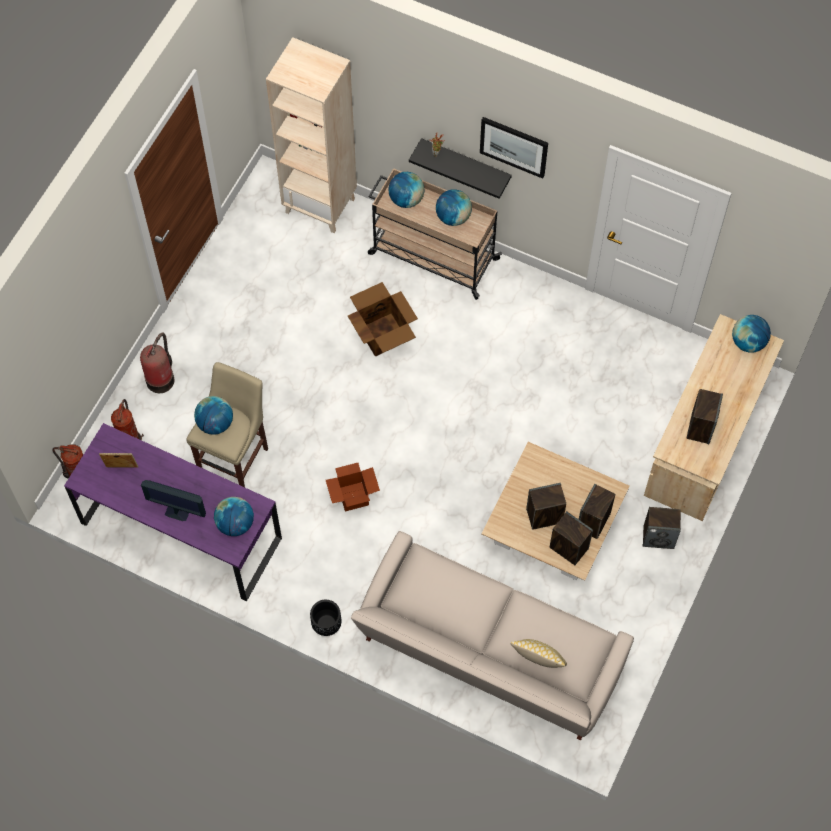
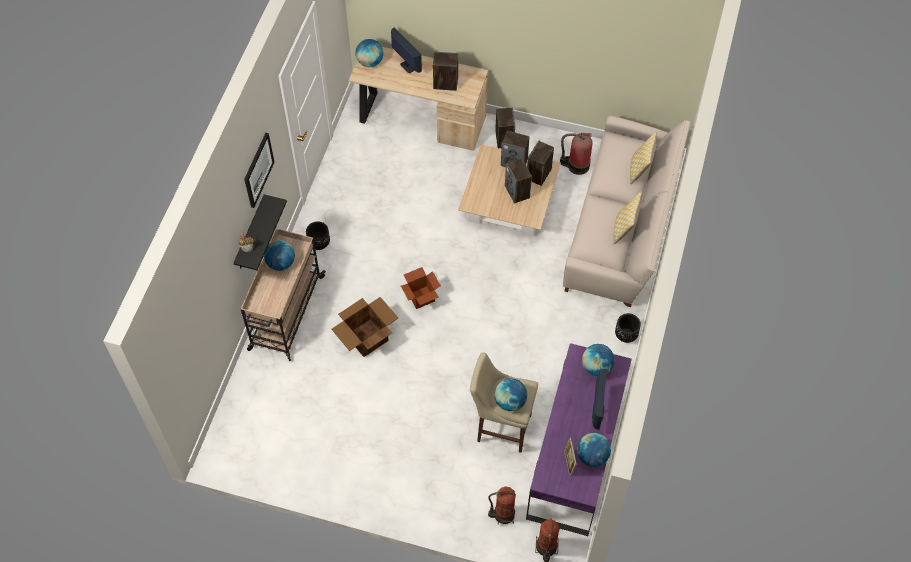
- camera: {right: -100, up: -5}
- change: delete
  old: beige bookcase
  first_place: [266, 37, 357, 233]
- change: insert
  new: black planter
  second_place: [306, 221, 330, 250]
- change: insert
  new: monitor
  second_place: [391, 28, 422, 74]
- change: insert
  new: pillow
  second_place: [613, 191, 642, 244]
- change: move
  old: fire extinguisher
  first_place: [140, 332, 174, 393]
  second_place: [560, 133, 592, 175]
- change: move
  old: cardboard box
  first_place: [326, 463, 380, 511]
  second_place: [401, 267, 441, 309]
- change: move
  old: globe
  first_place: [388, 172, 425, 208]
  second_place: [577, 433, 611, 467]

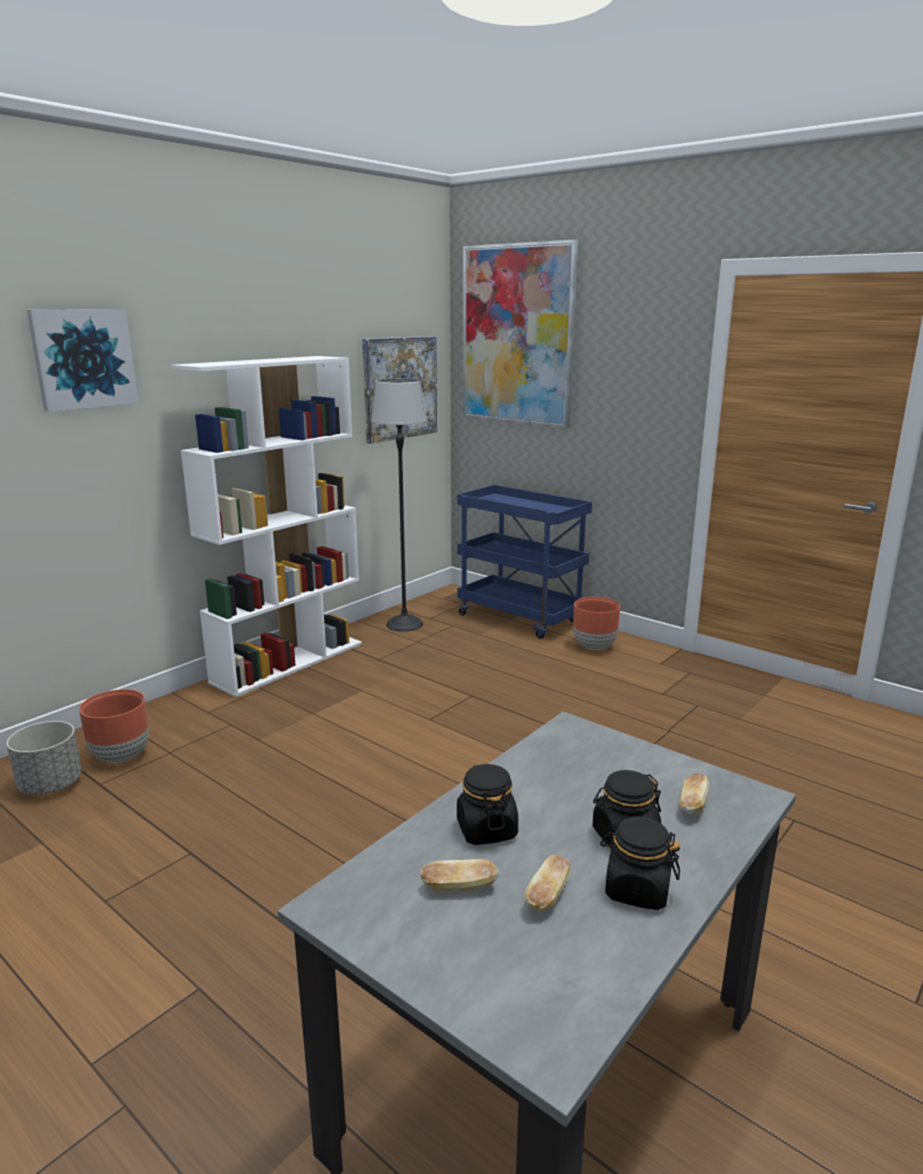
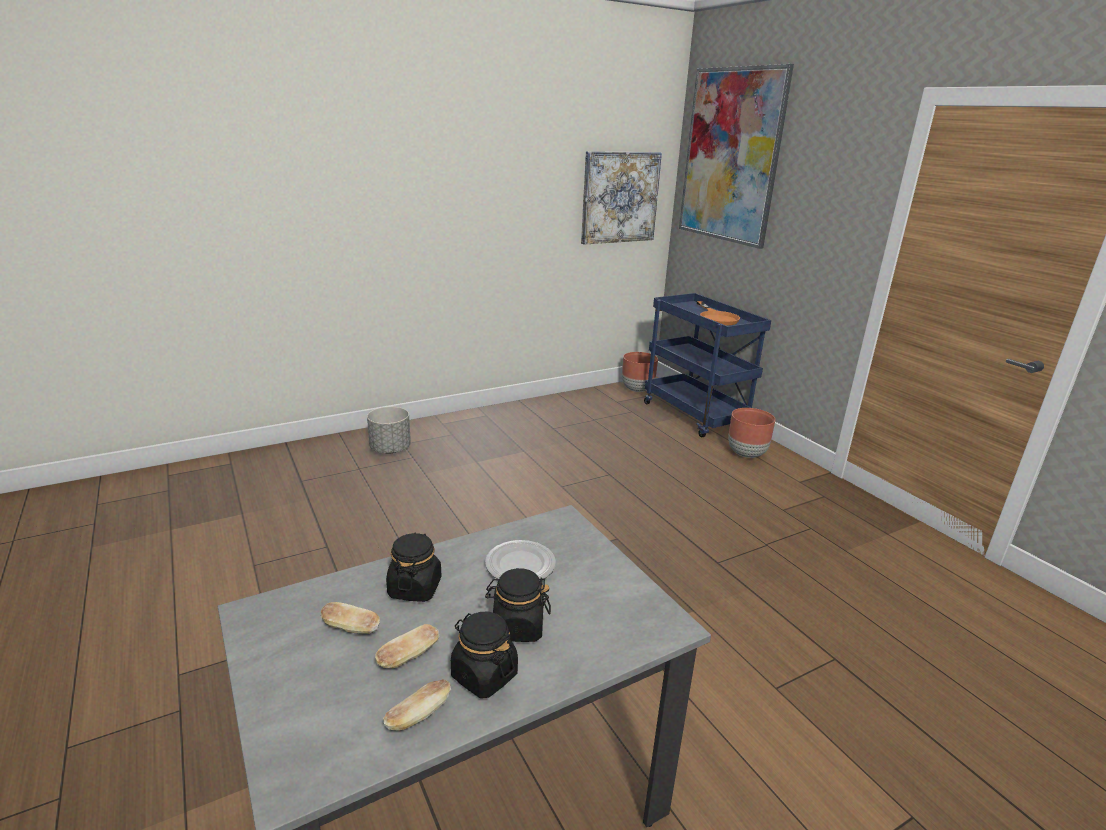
- camera: {right: 20, up: 5}
- change: delete
  old: picture
  first_place: [27, 309, 138, 412]
- change: delete
  old: white bookcase
  first_place: [171, 356, 362, 697]
- change: delete
  old: floor lamp
  first_place: [371, 379, 427, 632]
- change: insert
  new: plate
  second_place: [485, 540, 556, 579]
- change: insert
  new: orange frying pan
  second_place: [697, 301, 740, 326]
- change: move
  old: grey planter
  first_place: [6, 721, 82, 795]
  second_place: [367, 407, 411, 453]
- change: move
  old: brown planter
  first_place: [79, 689, 149, 763]
  second_place: [622, 352, 658, 392]
- change: move
  old: bread
  first_place: [679, 773, 709, 815]
  second_place: [383, 679, 451, 731]

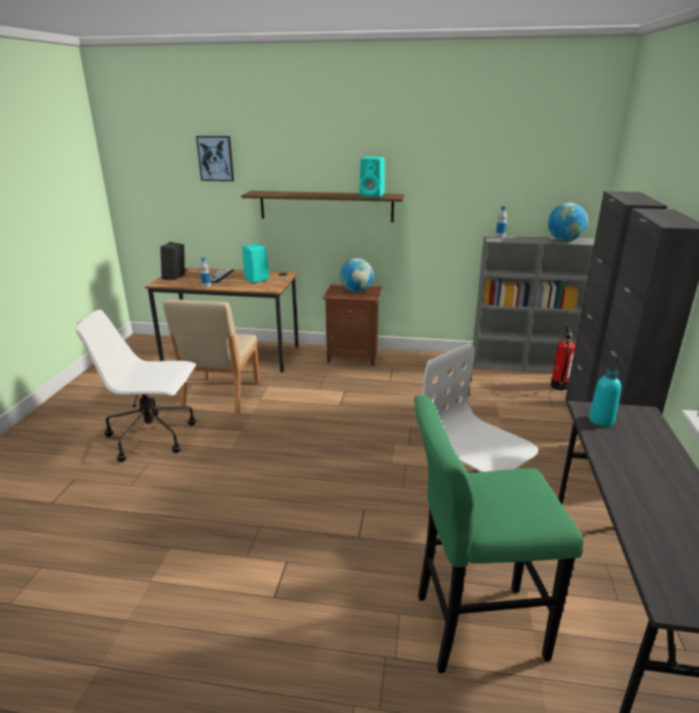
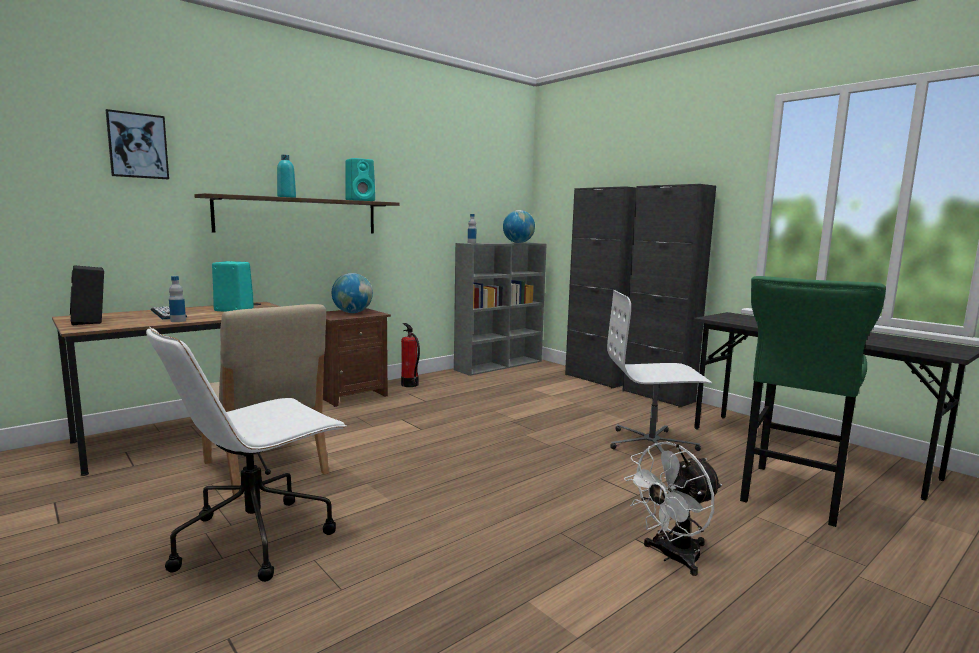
- camera: {right: -50, up: -15}
- change: insert
  new: white fan
  second_place: [624, 441, 722, 576]
- change: move
  old: fire extinguisher
  first_place: [551, 327, 575, 390]
  second_place: [401, 323, 420, 387]
- change: move
  old: turquoise bottle
  first_place: [589, 368, 621, 427]
  second_place: [277, 155, 296, 198]

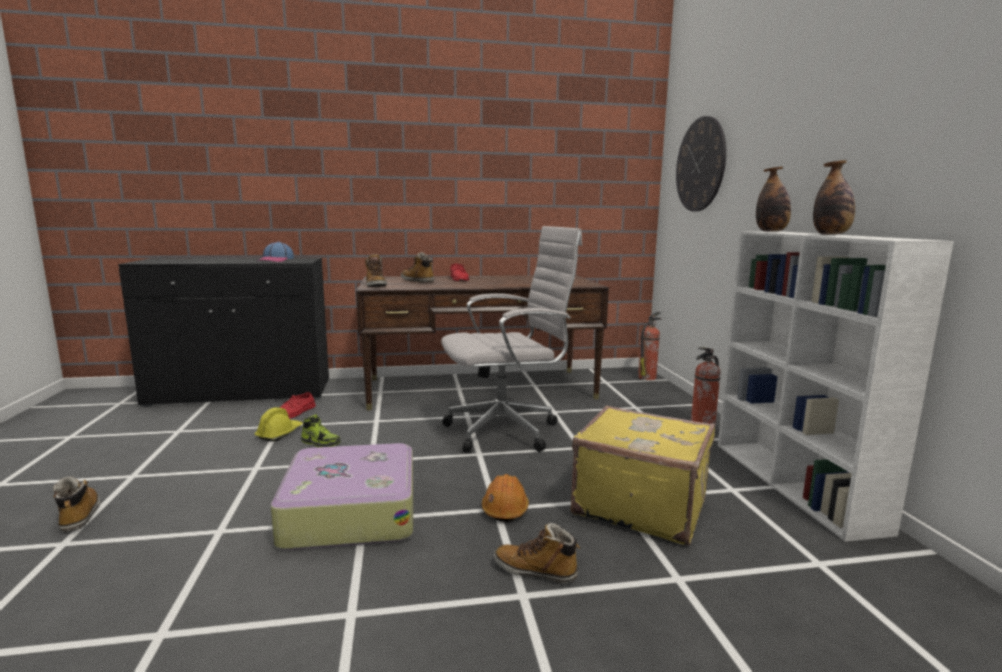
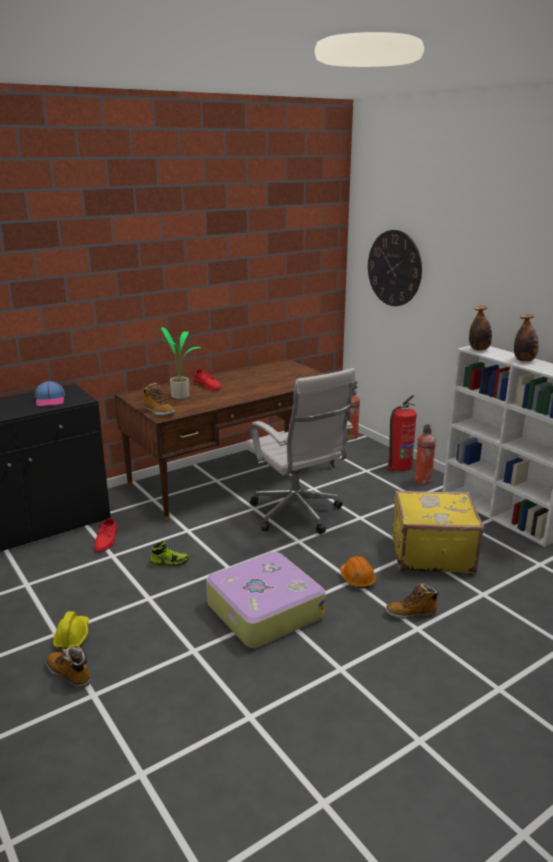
- camera: {right: -25, up: 10}
- change: insert
  new: fire extinguisher
  second_place: [387, 395, 417, 471]
- change: move
  old: yellow hard hat
  first_place: [254, 407, 303, 441]
  second_place: [53, 611, 89, 649]
- change: replace
  old: boot
  new: potted plant
  first_place: [401, 252, 434, 283]
  second_place: [156, 327, 201, 399]
- change: rotate
  old: white office chair
  first_place: [441, 226, 582, 453]
  second_place: [246, 368, 355, 534]
  degrees: 105

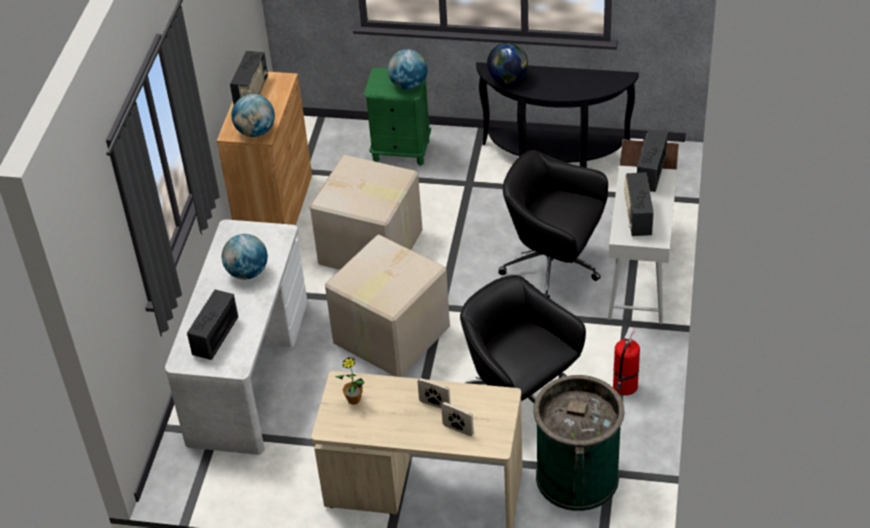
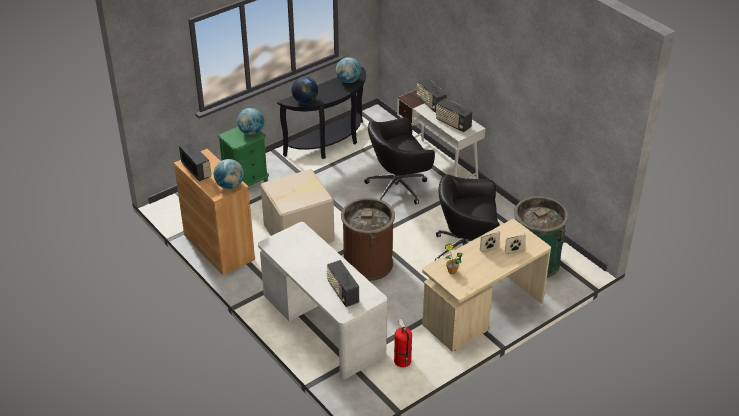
- camera: {right: -50, up: -5}
- change: move
  old: globe
  first_place: [222, 234, 268, 279]
  second_place: [336, 57, 361, 83]
- change: move
  old: fire extinguisher
  first_place: [613, 327, 640, 395]
  second_place: [394, 319, 412, 367]
- change: replace
  old: cardboard box
  new: brown trash can
  first_place: [325, 235, 450, 377]
  second_place: [341, 198, 395, 281]

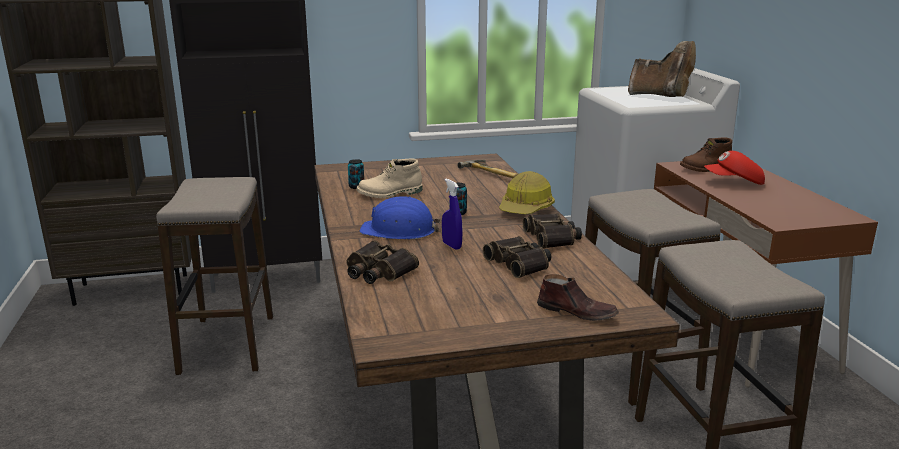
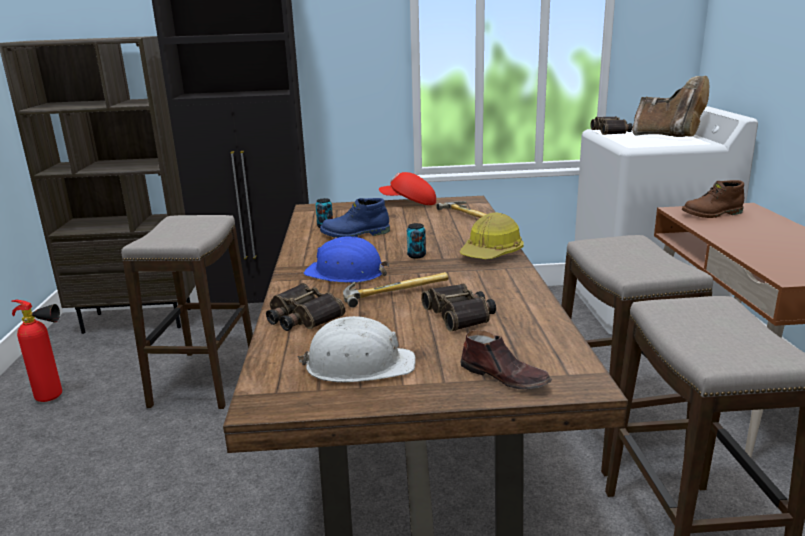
- camera: {right: 10, up: 0}
- change: insert
  new: fire extinguisher
  second_place: [11, 300, 62, 402]
- change: insert
  new: white hard hat
  second_place: [298, 316, 416, 383]
- change: move
  old: binoculars
  first_place: [523, 214, 582, 249]
  second_place: [591, 116, 632, 135]
- change: move
  old: red cap
  first_place: [704, 151, 765, 185]
  second_place: [379, 172, 436, 205]
- change: replace
  old: blue spray bottle
  new: hammer
  first_place: [442, 179, 462, 250]
  second_place: [343, 272, 449, 308]
- change: recolor
  old: beige boot
  new: blue boot
  first_place: [357, 159, 422, 198]
  second_place: [320, 198, 390, 238]

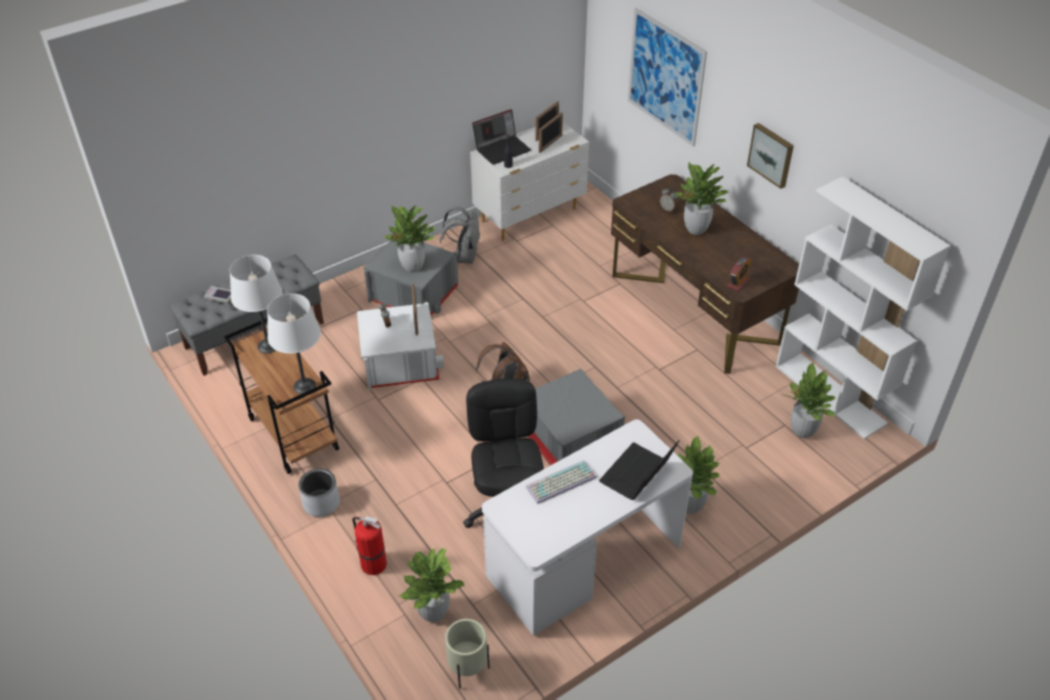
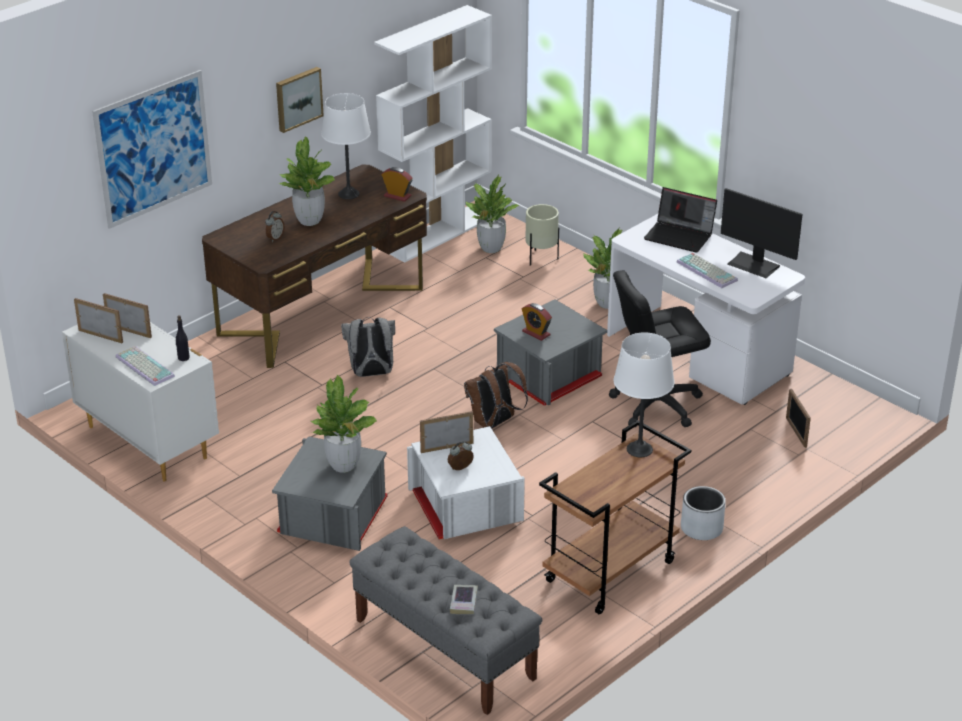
- camera: {right: -100, up: -10}
- change: delete
  old: fire extinguisher
  first_place: [352, 516, 387, 575]
- change: insert
  new: alarm clock
  second_place: [522, 303, 552, 341]
- change: insert
  new: monitor
  second_place: [721, 188, 803, 278]
- change: move
  old: white table lamp
  first_place: [230, 255, 282, 354]
  second_place: [321, 93, 371, 199]
- change: move
  old: grey backpack
  first_place: [440, 206, 480, 264]
  second_place: [341, 317, 395, 377]
- change: move
  old: beige planter
  first_place: [445, 619, 489, 689]
  second_place: [525, 204, 559, 266]
- change: replace
  old: potted plant
  new: picture frame
  first_place: [399, 548, 465, 622]
  second_place: [786, 389, 811, 448]
- change: replace
  old: laptop
  new: keyboard
  first_place: [472, 109, 531, 165]
  second_place: [116, 346, 175, 386]

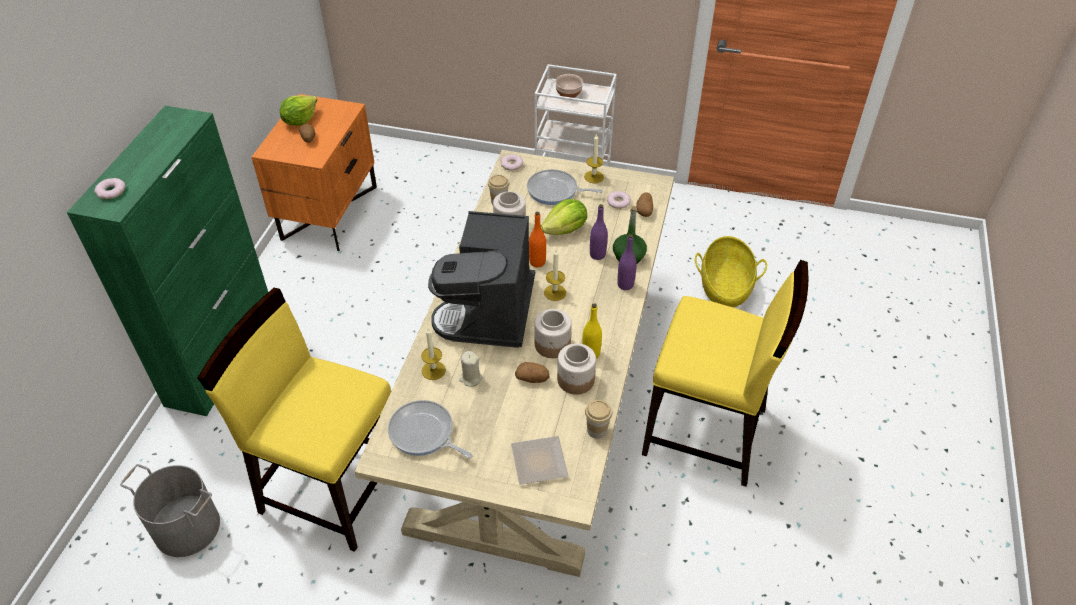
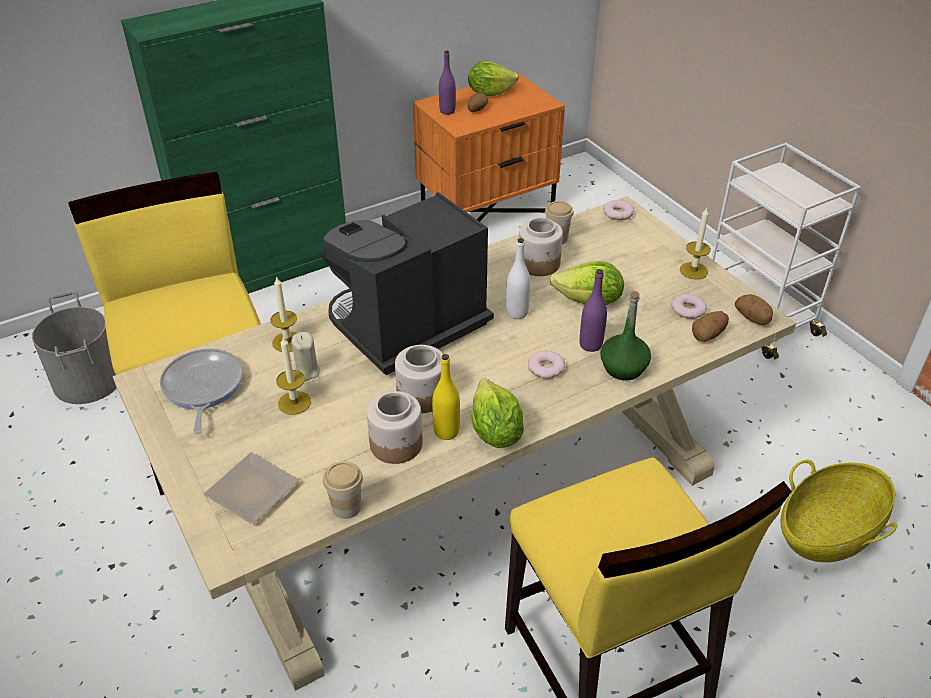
- camera: {right: 45, up: -5}
- change: delete
  old: frying pan
  first_place: [527, 169, 603, 205]
- change: delete
  old: bowl
  first_place: [555, 74, 583, 98]
- change: insert
  new: lettuce
  second_place: [471, 379, 524, 448]
- change: move
  old: donut
  first_place: [94, 178, 126, 199]
  second_place: [528, 350, 565, 378]
- change: move
  old: potato
  first_place: [515, 362, 549, 383]
  second_place: [735, 294, 773, 325]
- change: move
  old: candle
  first_place: [544, 250, 566, 301]
  second_place: [276, 337, 311, 415]
- change: move
  old: purple bottle
  first_place: [617, 234, 637, 290]
  second_place: [439, 50, 456, 115]
- change: recolor
  old: orange bottle
  new: white bottle
  first_place: [529, 212, 546, 267]
  second_place: [506, 238, 531, 319]

